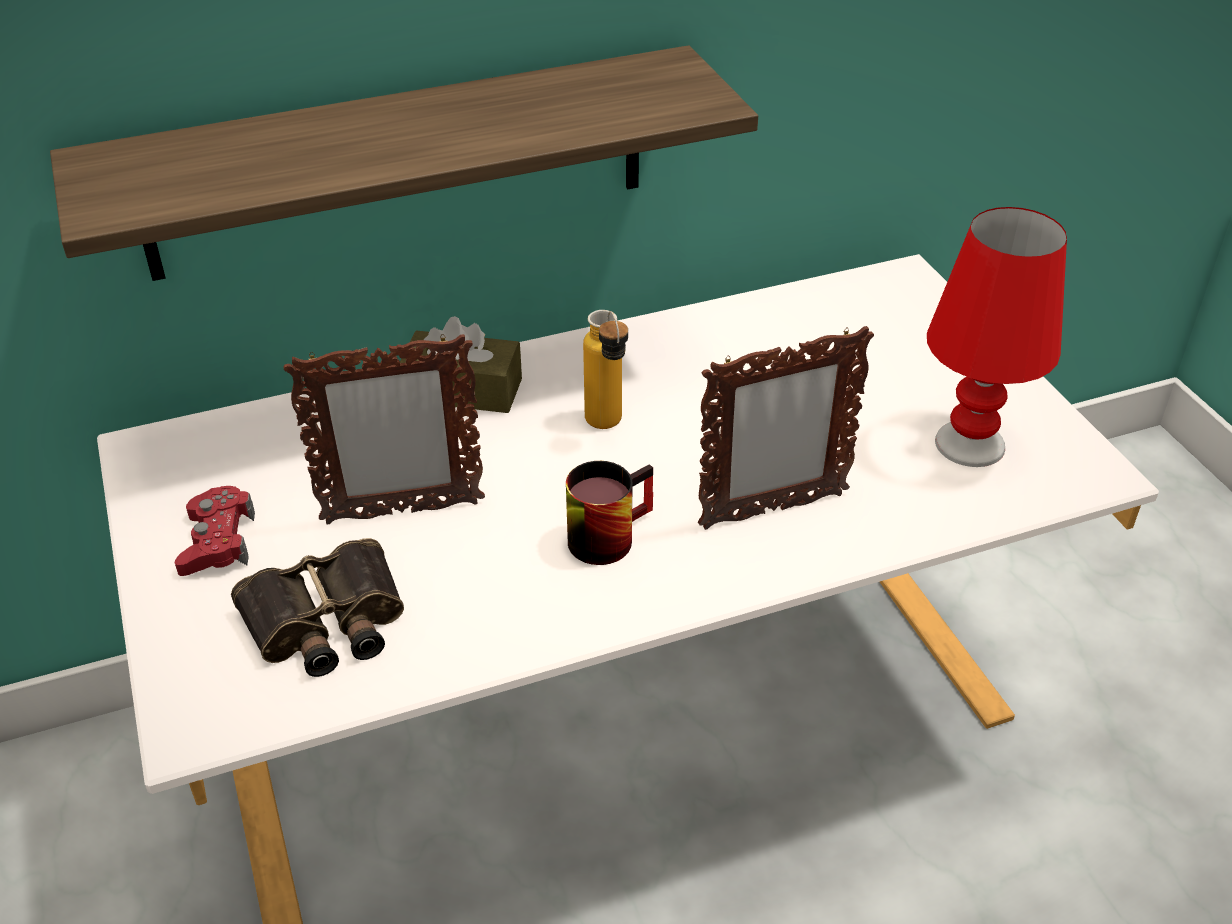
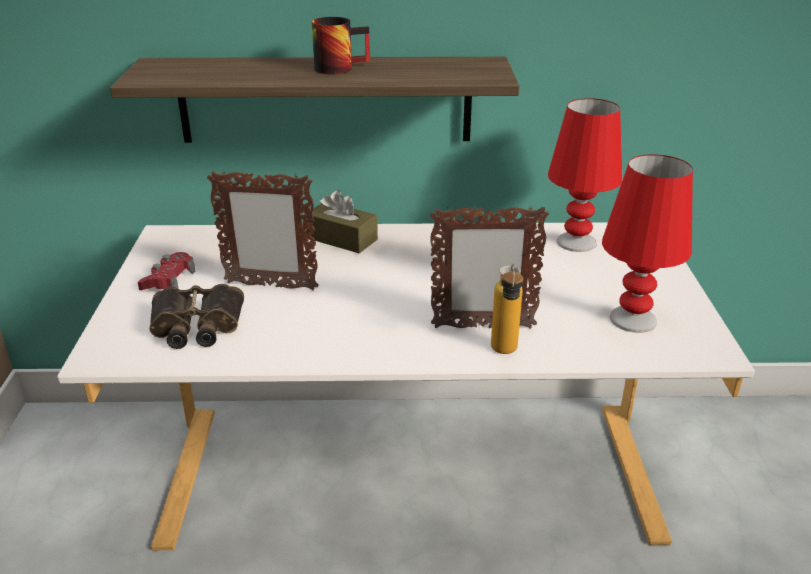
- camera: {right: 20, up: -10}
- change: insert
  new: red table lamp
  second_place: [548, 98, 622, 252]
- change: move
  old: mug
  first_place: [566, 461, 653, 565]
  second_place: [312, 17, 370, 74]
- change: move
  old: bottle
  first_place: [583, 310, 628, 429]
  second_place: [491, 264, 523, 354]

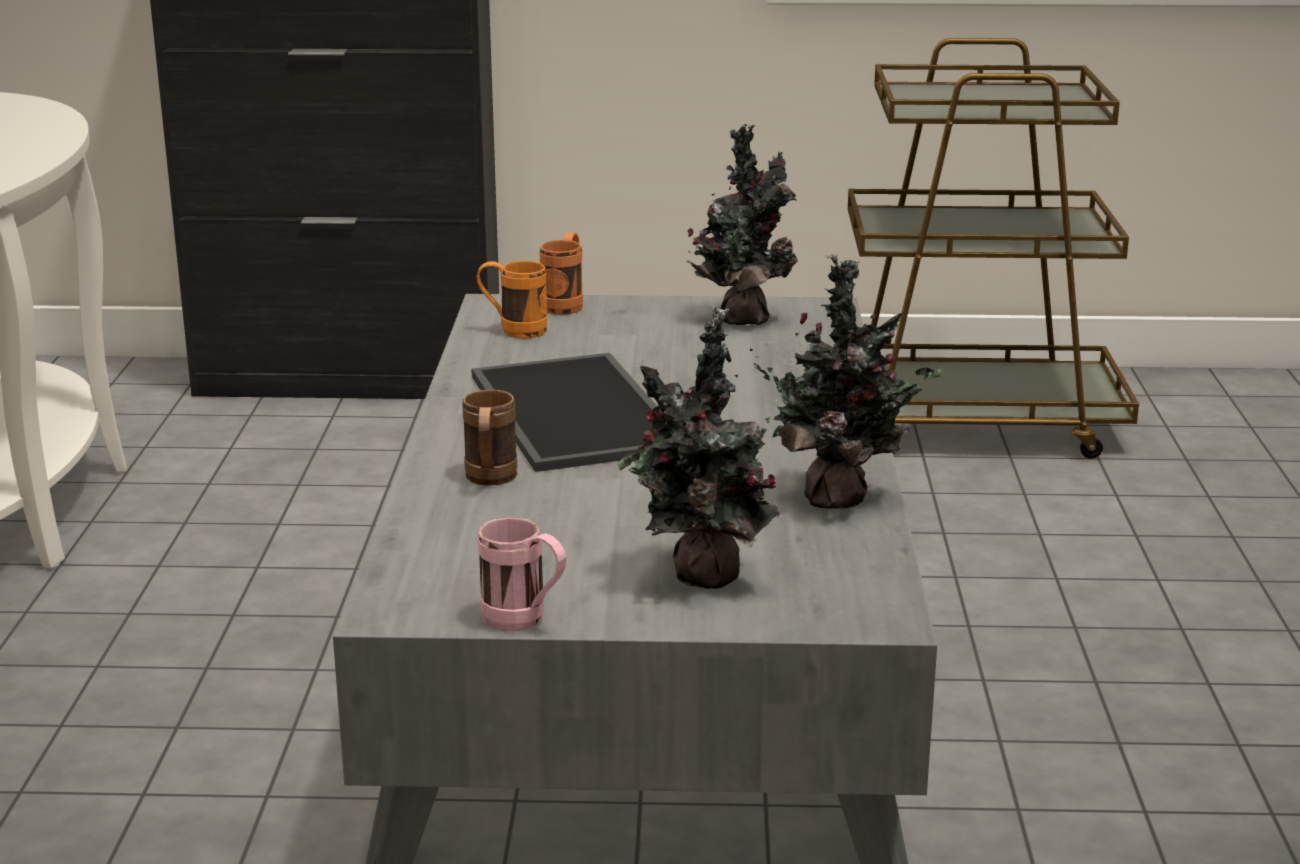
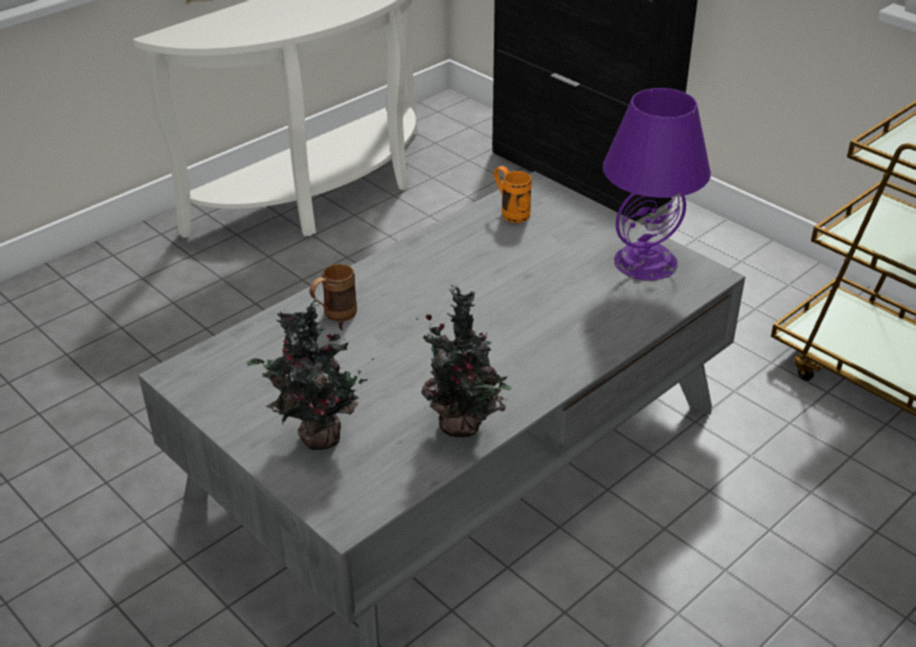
- camera: {right: 45, up: 15}
- change: delete
  old: tray
  first_place: [471, 353, 657, 472]
- change: delete
  old: pink mug
  first_place: [478, 517, 566, 631]
- change: delete
  old: orange mug
  first_place: [540, 232, 583, 315]
- change: replace
  old: potted plant
  new: purple table lamp
  first_place: [686, 124, 798, 326]
  second_place: [603, 88, 711, 281]

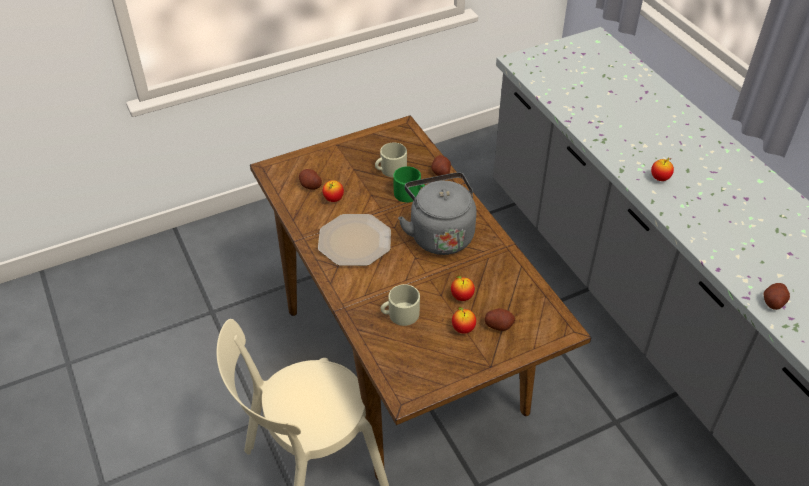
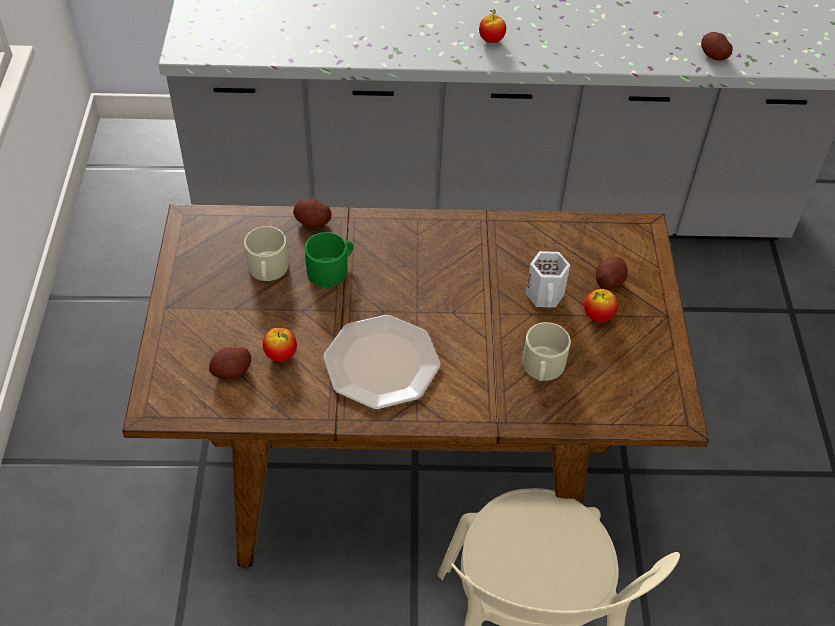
- camera: {right: -65, up: 5}
- change: delete
  old: grey kettle
  first_place: [398, 172, 476, 255]
- change: replace
  old: apple
  new: white mug
  first_place: [451, 276, 475, 301]
  second_place: [526, 251, 570, 308]

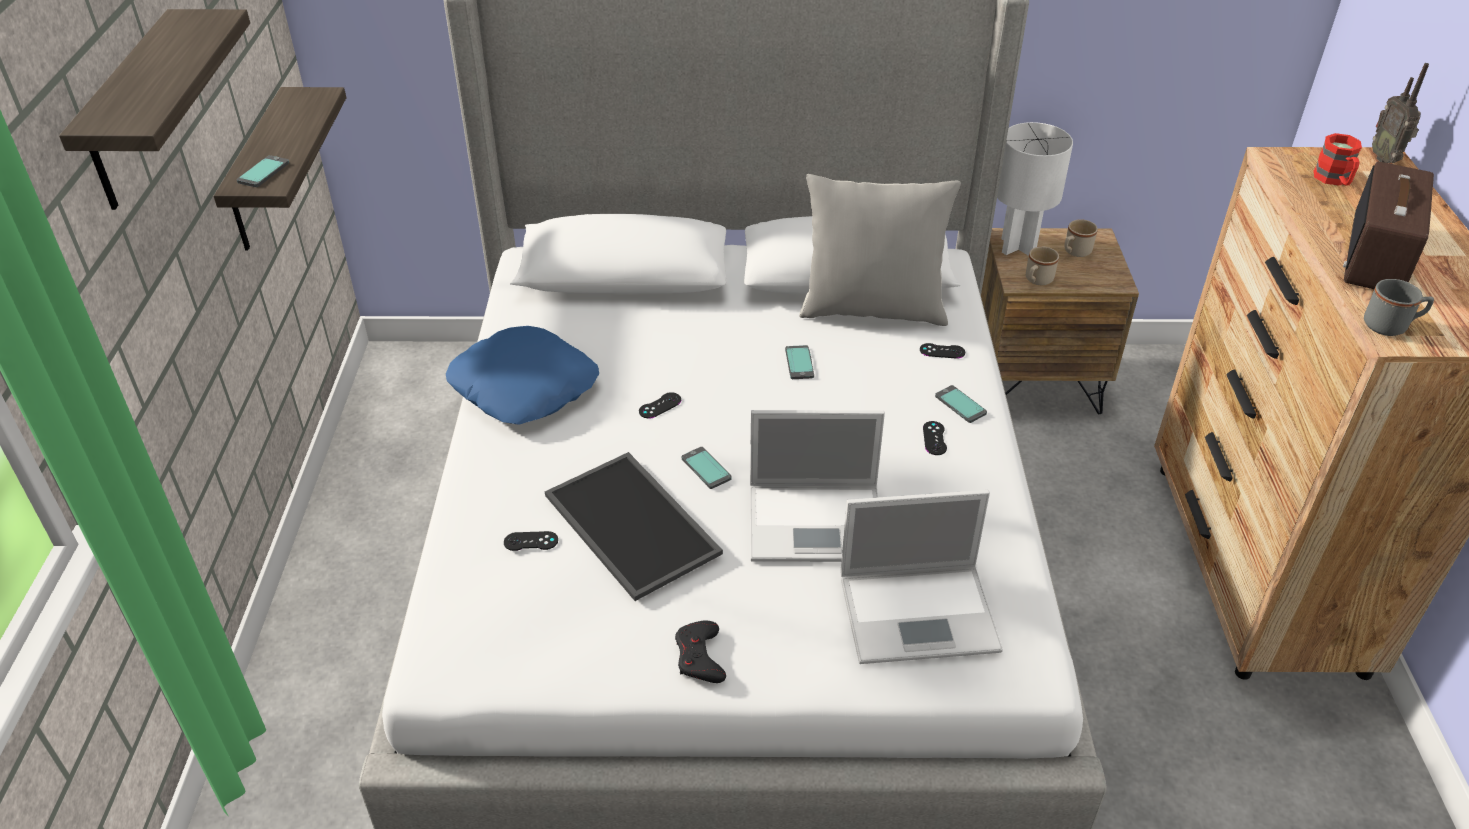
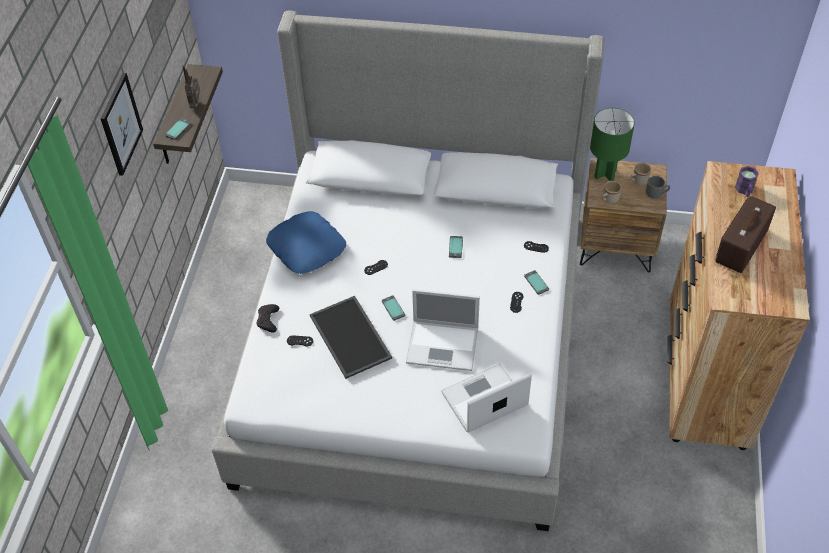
- camera: {right: 10, up: 10}
- change: delete
  old: grey pillow
  first_place: [799, 174, 961, 326]
- change: move
  old: black game controller
  first_place: [675, 620, 726, 683]
  second_place: [256, 304, 279, 332]
- change: move
  old: grey mug
  first_place: [1364, 279, 1434, 336]
  second_place: [646, 176, 670, 199]
- change: move
  old: radio
  first_place: [1372, 63, 1429, 163]
  second_place: [182, 65, 200, 108]
- change: replace
  old: shelf
  new: picture
  first_place: [59, 9, 250, 210]
  second_place: [100, 73, 143, 176]
- change: recolor
  old: white table lamp
  new: green table lamp
  first_place: [997, 122, 1073, 256]
  second_place: [590, 108, 635, 181]
- change: recolor
  old: red mug
  new: purple mug
  first_place: [1314, 133, 1362, 186]
  second_place: [735, 166, 759, 197]
- change: rotate
  old: laptop
  first_place: [840, 490, 1003, 664]
  second_place: [441, 364, 532, 433]
  degrees: 150

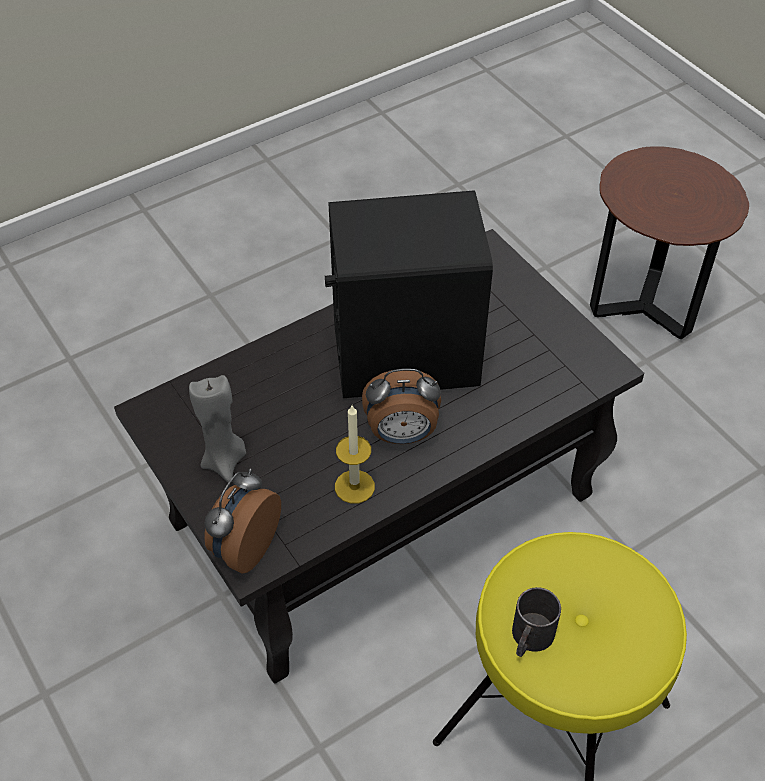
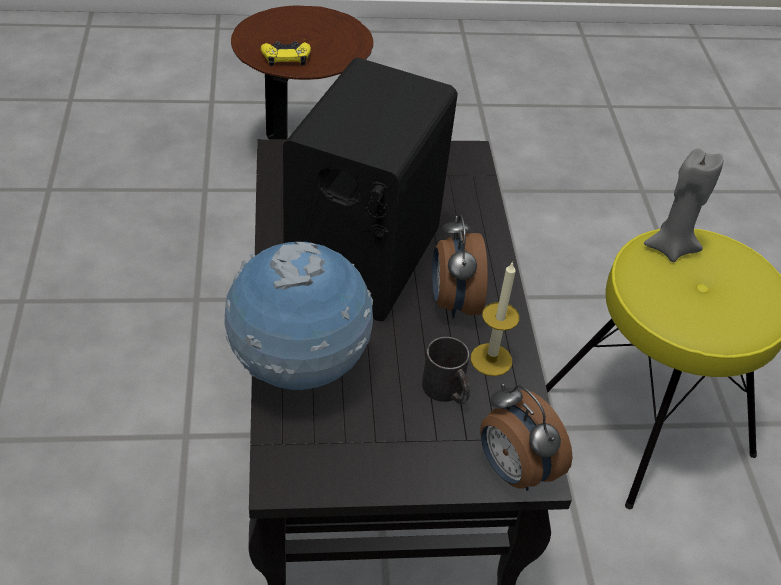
- camera: {right: -65, up: -5}
- change: insert
  new: globe
  second_place: [224, 242, 373, 390]
- change: insert
  new: yellow game controller
  second_place: [261, 41, 311, 66]
- change: move
  old: grey candle
  first_place: [189, 375, 246, 482]
  second_place: [644, 148, 723, 262]
- change: move
  old: black mug
  first_place: [512, 587, 561, 657]
  second_place: [422, 337, 470, 404]
- change: rotate
  old: alarm clock
  first_place: [362, 369, 441, 444]
  second_place: [432, 215, 488, 319]
  degrees: 150

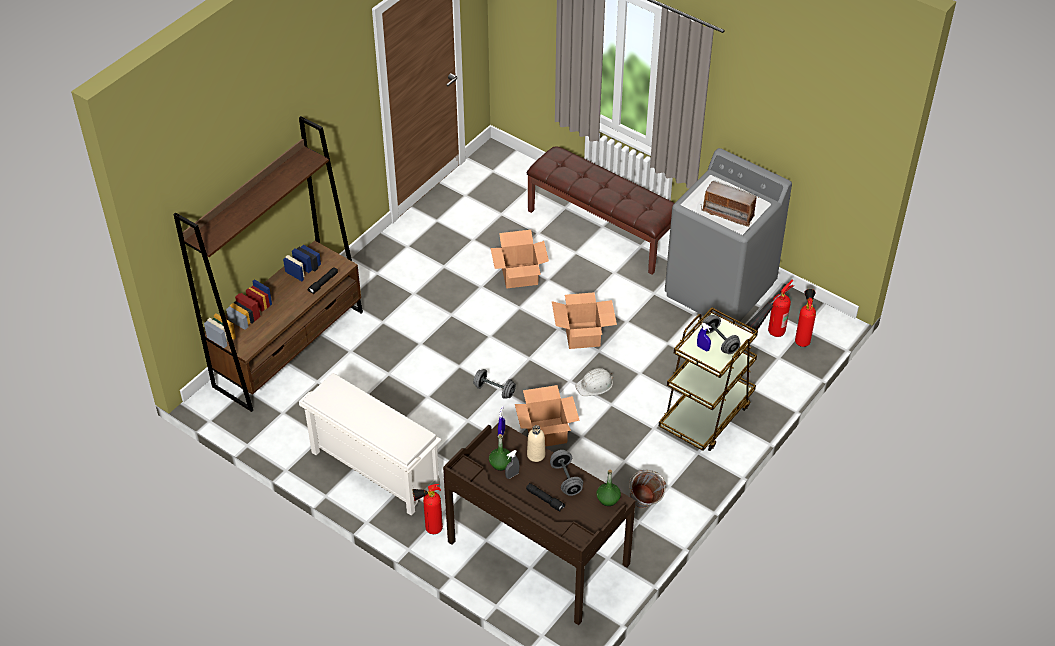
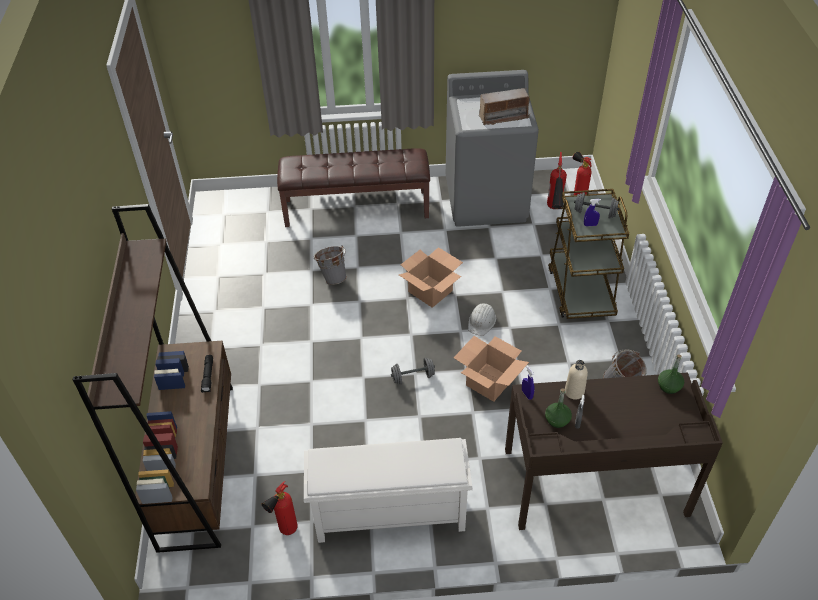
- camera: {right: -40, up: 0}
- change: delete
  old: black flashlight
  first_place: [526, 483, 565, 512]
- change: delete
  old: grey dumbbell
  first_place: [550, 450, 583, 496]
- change: move
  old: fire extinguisher
  first_place: [412, 484, 443, 534]
  second_place: [261, 481, 298, 535]
- change: replace
  old: cardboard box
  new: grey bucket
  first_place: [490, 230, 549, 288]
  second_place: [314, 245, 347, 285]

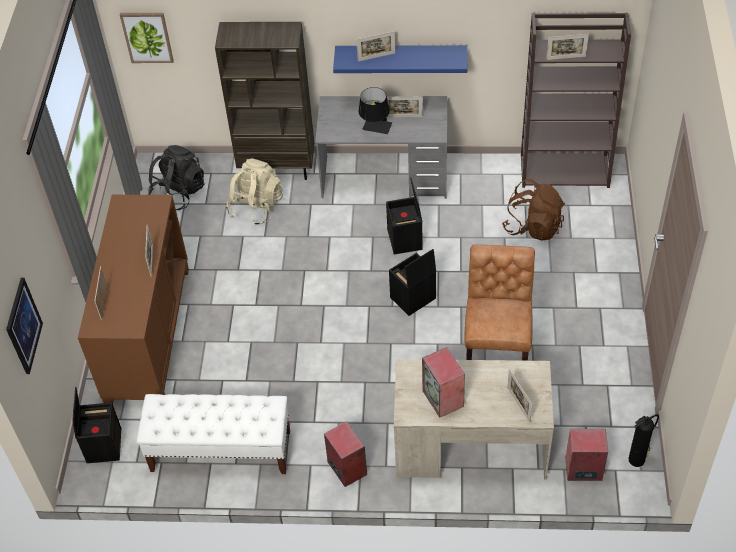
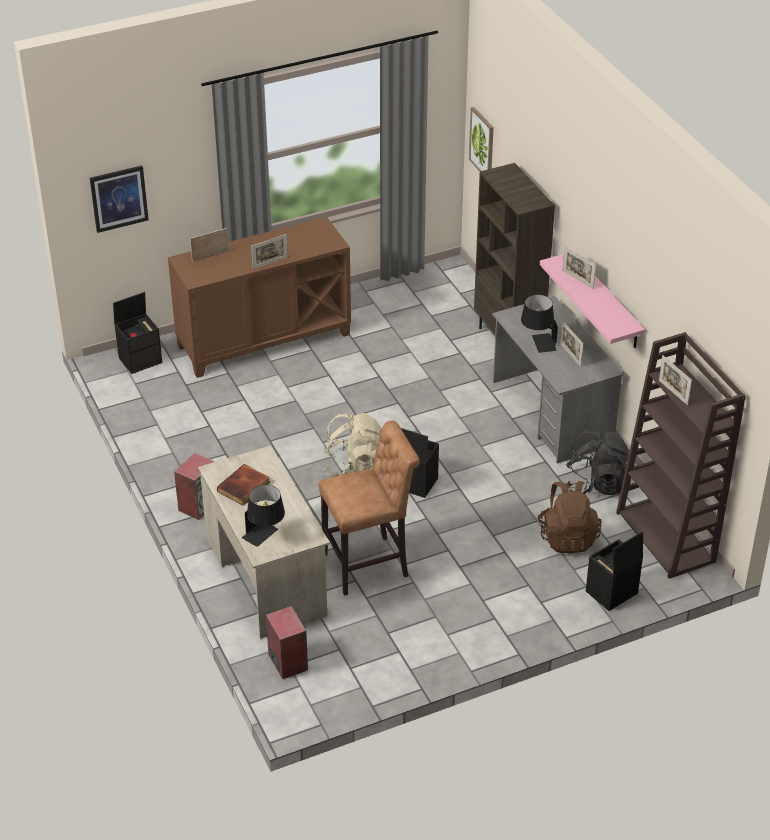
- camera: {right: 60, up: -10}
- change: delete
  old: white bench
  first_place: [137, 394, 290, 474]
- change: delete
  old: fire extinguisher
  first_place: [628, 414, 659, 467]
- change: move
  old: black backpack
  first_place: [148, 145, 205, 210]
  second_place: [566, 430, 629, 495]
- change: move
  old: beige backpack
  first_place: [226, 159, 283, 226]
  second_place: [323, 413, 382, 477]
- change: move
  old: black storage box
  first_place: [386, 178, 423, 255]
  second_place: [586, 531, 643, 611]
- change: replace
  old: speaker
  new: book
  first_place: [422, 347, 465, 418]
  second_place: [217, 464, 270, 506]
- change: replace
  old: picture frame
  new: black table lamp
  first_place: [508, 369, 533, 423]
  second_place: [242, 485, 285, 547]
- change: recolor
  old: blue shelf
  new: pink shelf
  first_place: [333, 45, 467, 73]
  second_place: [540, 254, 645, 348]

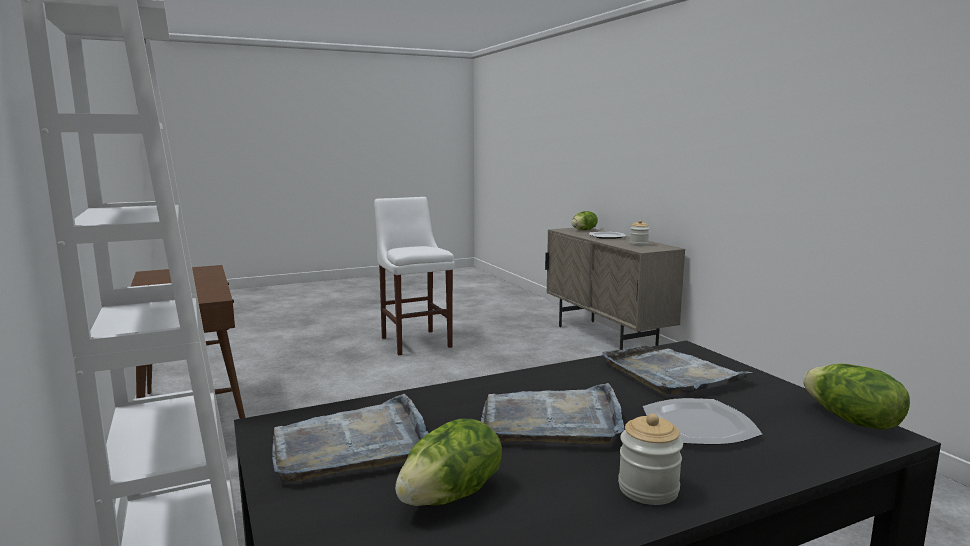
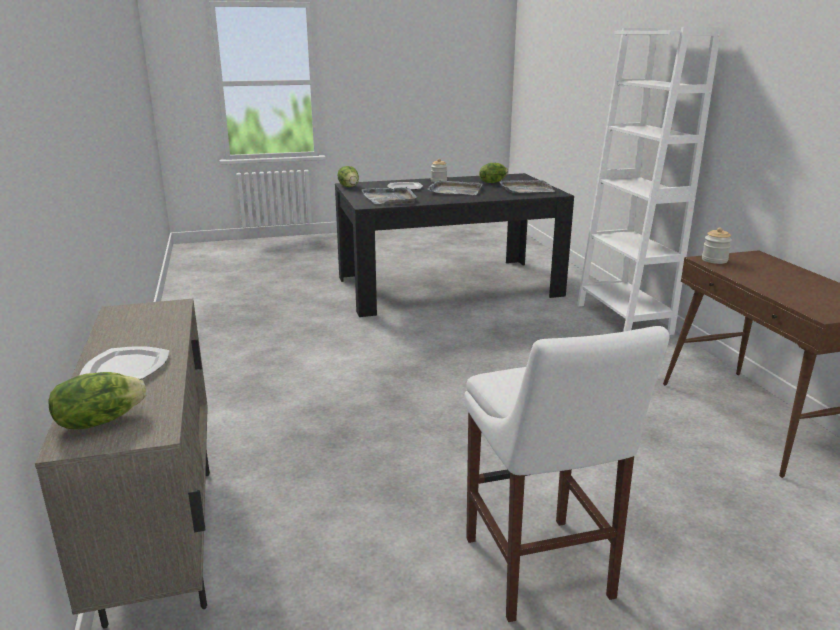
- camera: {right: -170, up: 10}
- change: move
  old: jar
  first_place: [630, 220, 649, 246]
  second_place: [702, 228, 732, 264]

